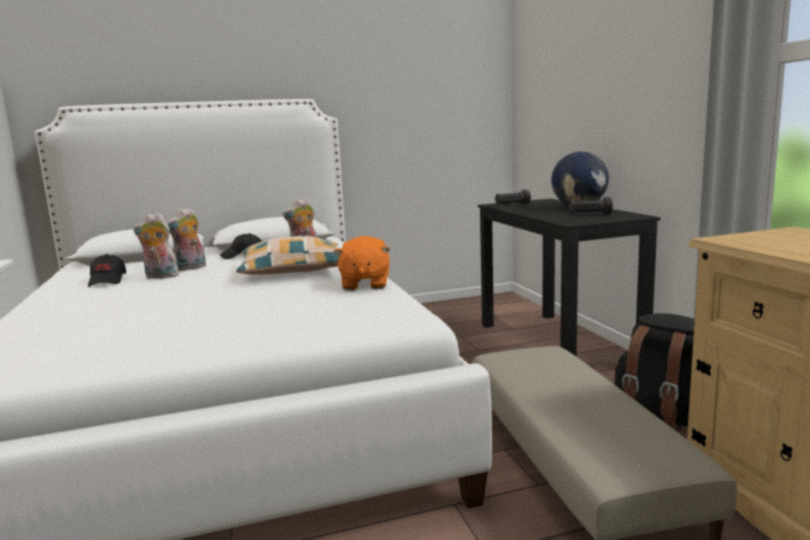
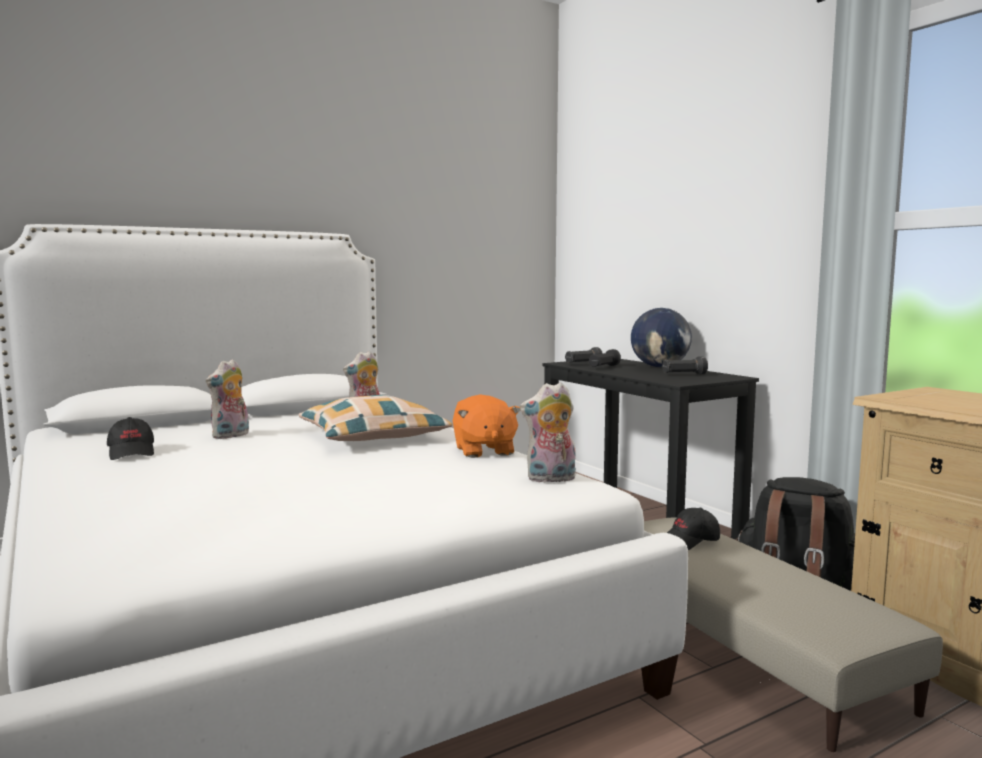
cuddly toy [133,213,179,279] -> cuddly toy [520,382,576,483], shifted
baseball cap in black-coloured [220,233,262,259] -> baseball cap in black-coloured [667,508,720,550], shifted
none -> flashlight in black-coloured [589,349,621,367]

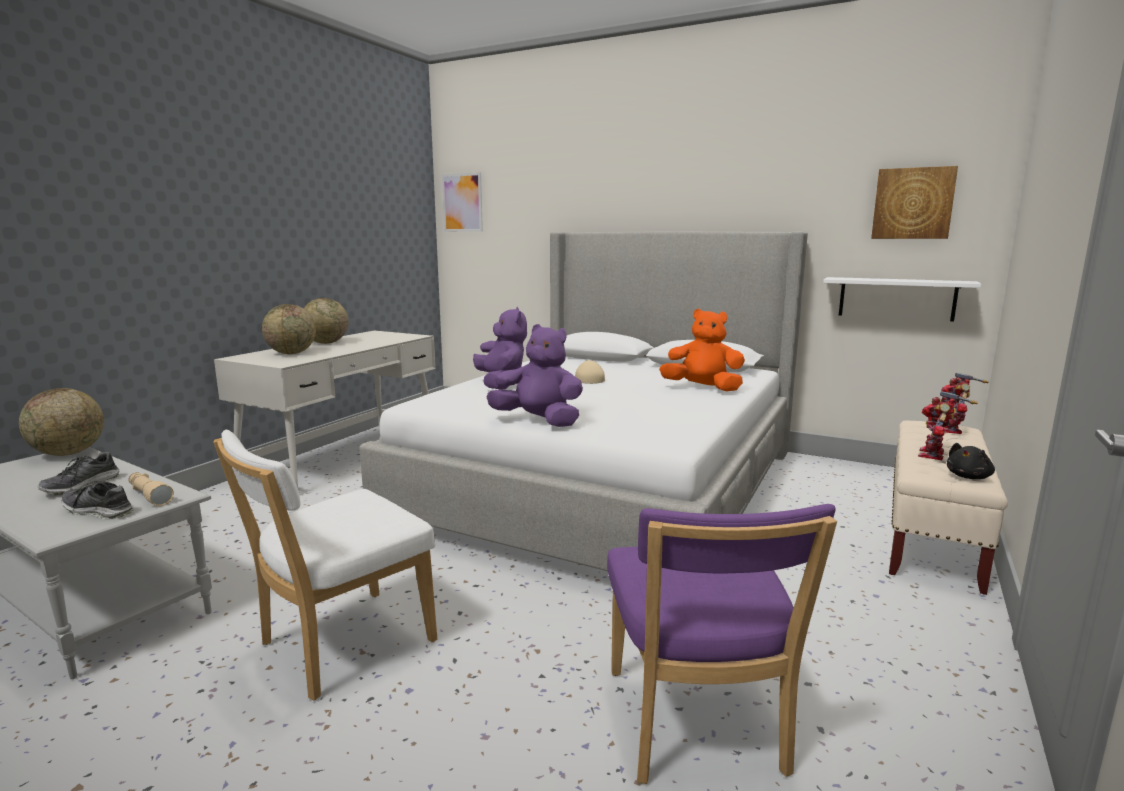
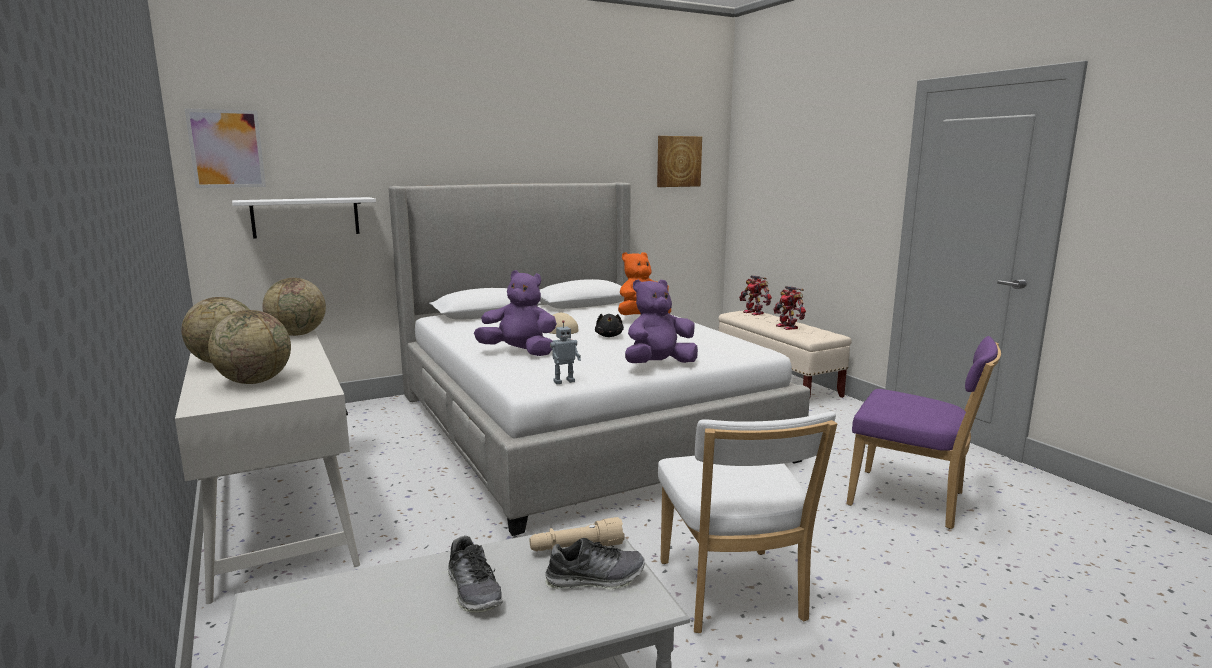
globe [19,388,104,456] -> globe [262,278,326,336], shifted
low shoe [61,481,134,519] -> low shoe [545,538,645,590], 150 degrees counterclockwise
wall shelf in white [823,277,981,321] -> wall shelf in white [232,197,376,239], shifted
cuddly toy in black-coloured [947,443,995,479] -> cuddly toy in black-coloured [595,314,624,337], shifted
none -> toy robot [550,320,581,384]

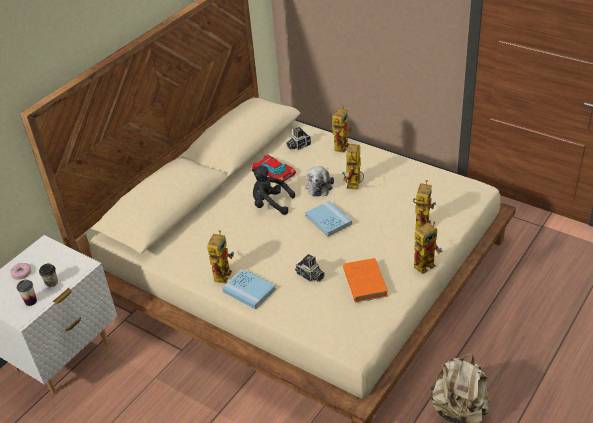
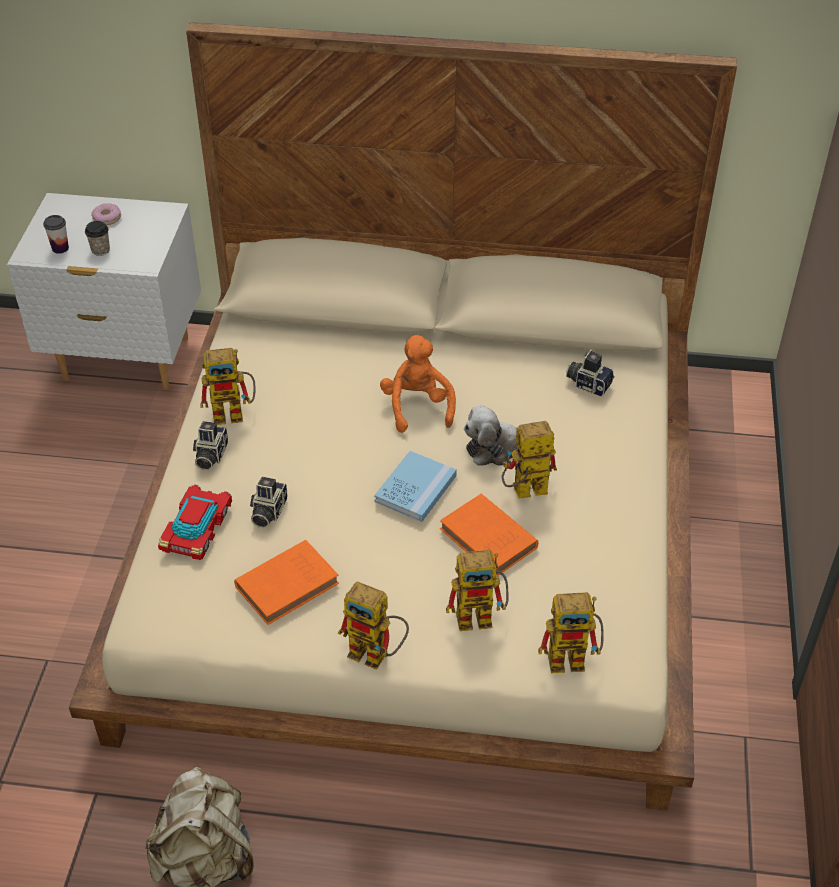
bound book in blue [222,269,276,309] -> still camera [193,421,228,470]
model car [252,155,296,182] -> model car [158,484,232,560], shifted
cuddly toy in black-coloured [252,166,295,215] -> cuddly toy in orange [380,335,456,433]
toy robot [333,105,353,153] -> toy robot [538,592,603,673], shifted
none -> bound book in orange [440,494,539,575]

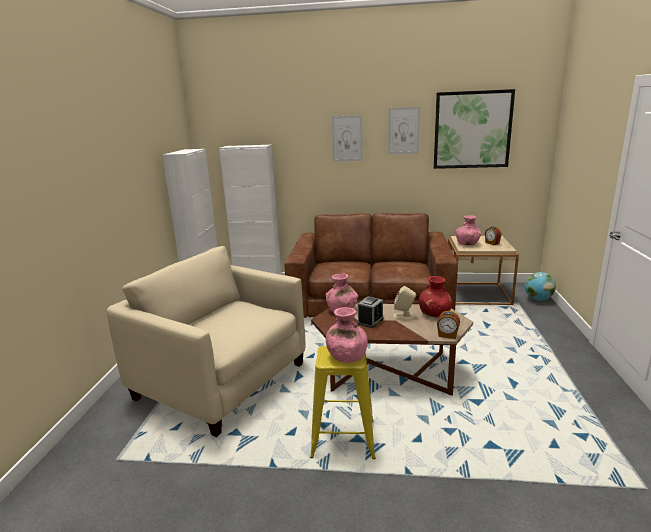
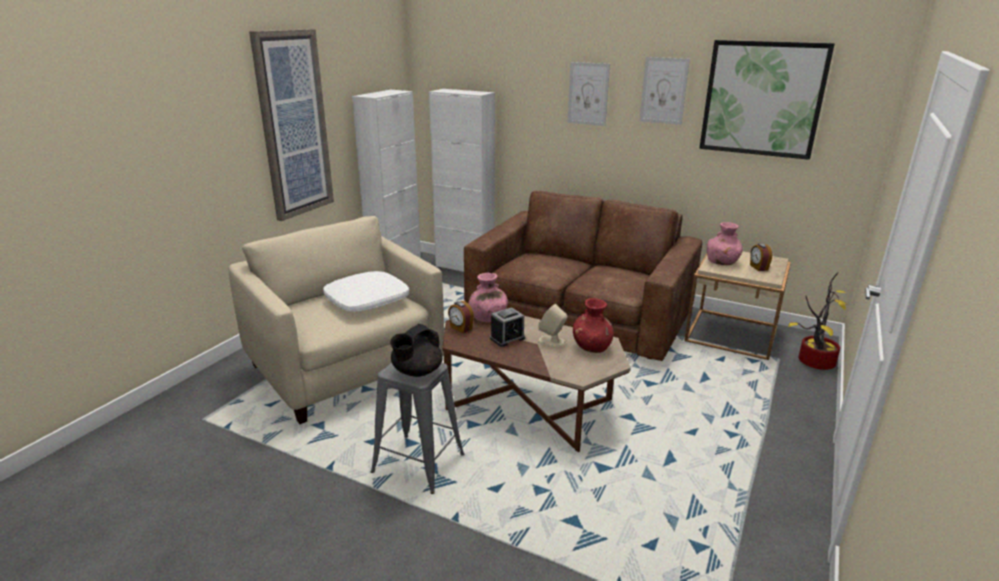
sitting stool in yellow [310,346,375,459] -> sitting stool in grey [371,362,465,494]
flower vase in pink-coloured [326,307,368,363] -> teapot in black-coloured [390,324,443,377]
table clock [437,311,460,339] -> table clock [448,301,474,333], shifted
globe [525,272,556,301] -> houseplant [788,272,848,370]
none -> wall art [249,29,334,221]
none -> pillow in white [323,271,409,312]

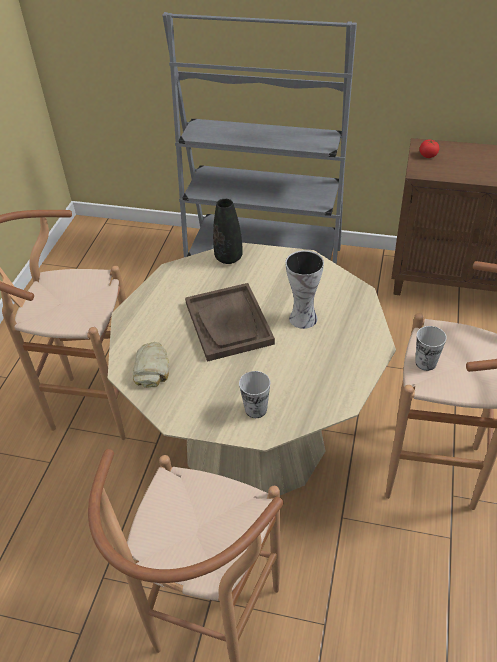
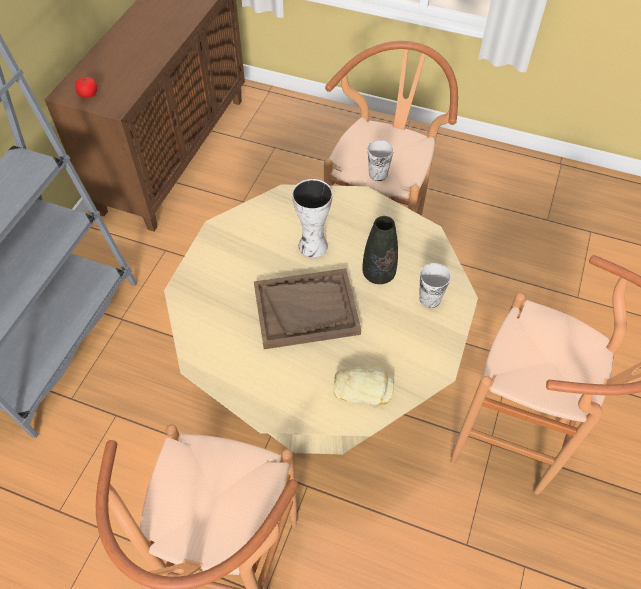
flower vase in black-coloured [213,199,243,264] -> flower vase in black-coloured [362,216,398,284], shifted

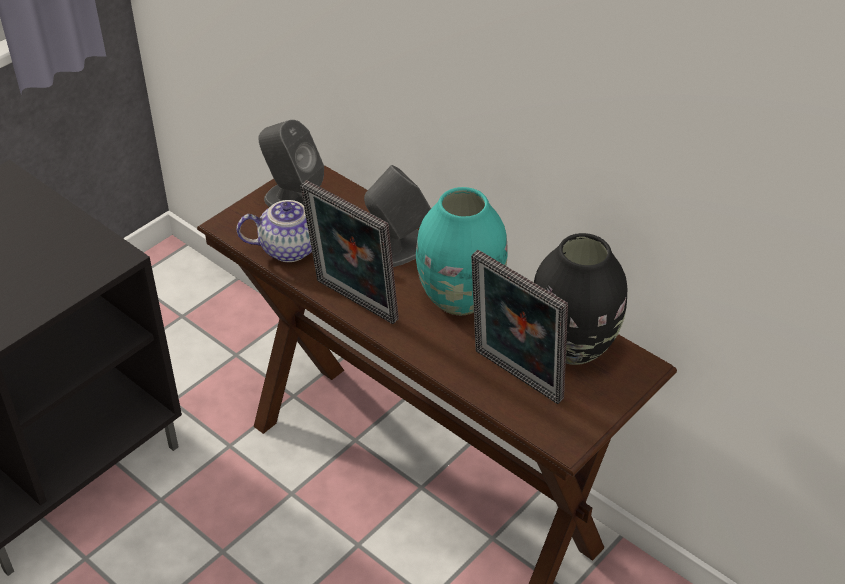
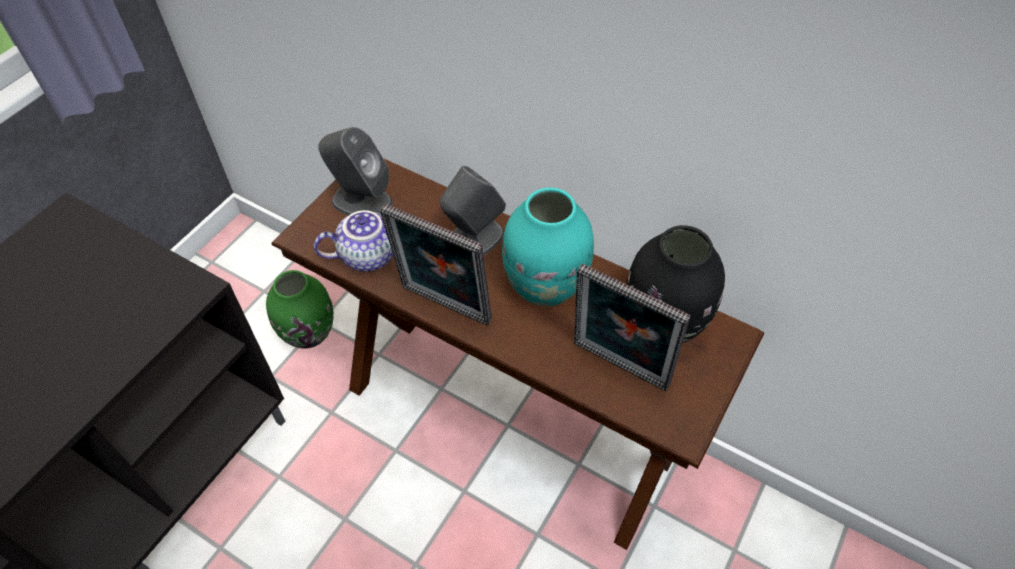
none -> flower vase in green-coloured [266,270,334,349]

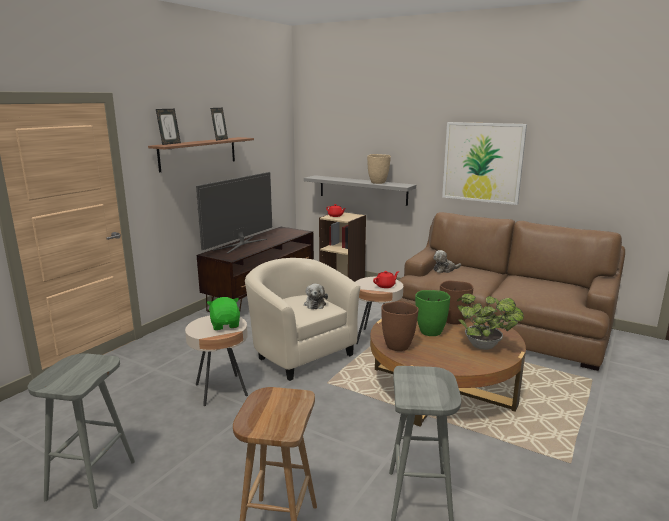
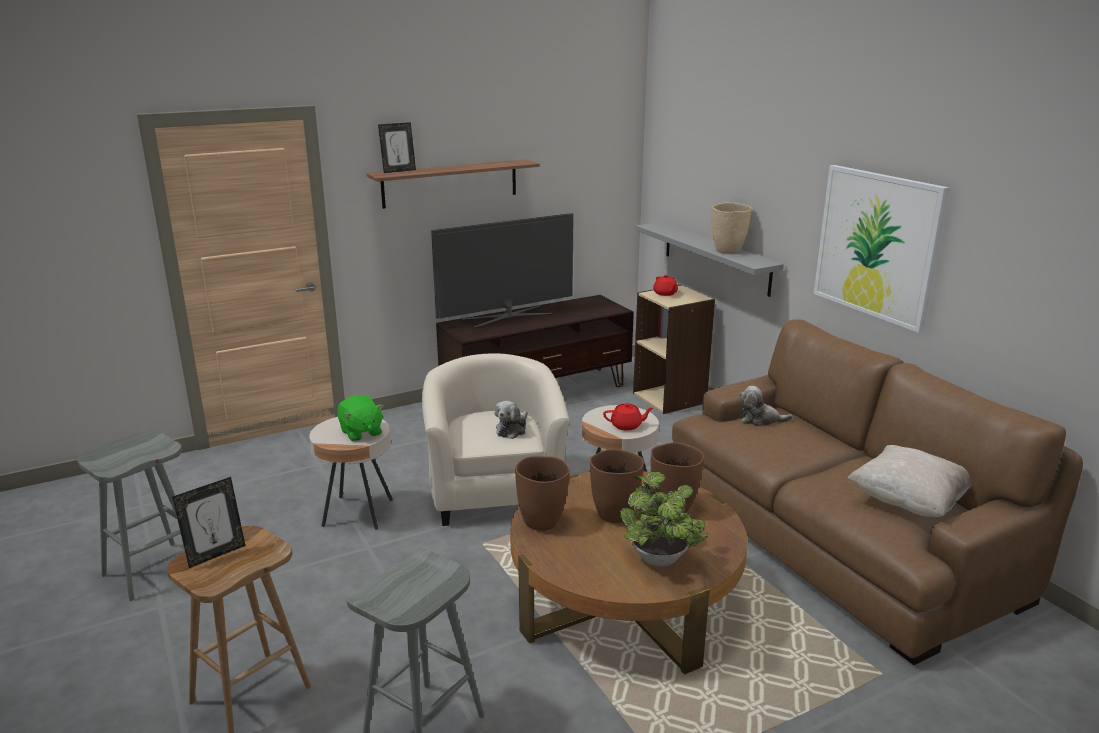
cuddly toy in green-coloured [207,297,240,330] -> cuddly toy in green-coloured [337,395,384,441], 135 degrees clockwise
photo frame [210,108,228,141] -> photo frame [172,477,245,568], shifted
flower vase in green-coloured [415,290,450,336] -> flower vase in brown-coloured [590,449,644,523]
none -> pillow in beige-coloured [847,445,971,517]

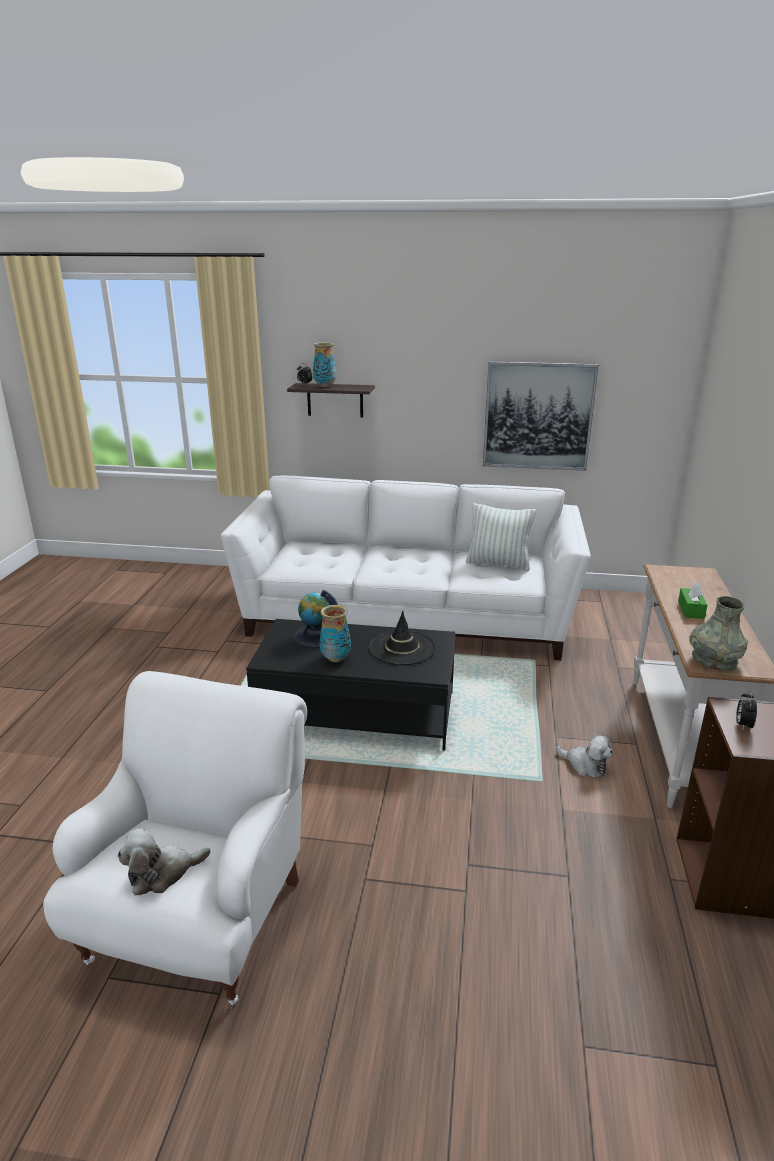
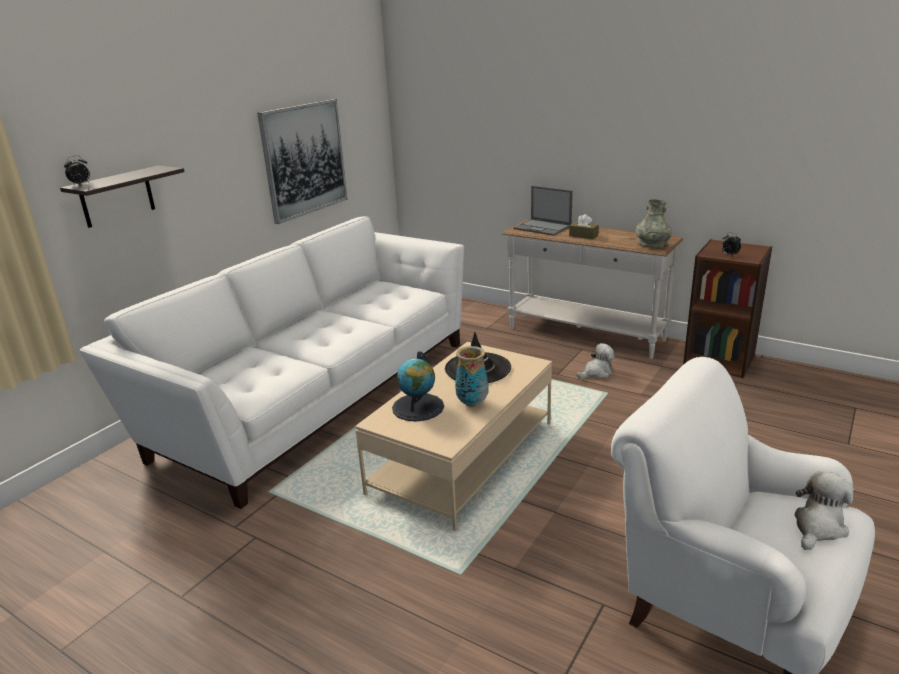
cuddly toy [118,828,211,895] -> cuddly toy [794,471,854,550], 135 degrees counterclockwise
lounge table in black-coloured [246,619,455,750] -> lounge table in beige-coloured [355,342,552,531]
flower vase [313,342,336,387] -> none
pillow [466,503,536,571] -> none
tissue box in green-coloured [678,582,708,619] -> tissue box in brown-coloured [569,214,599,239]
none -> notebook computer [513,186,573,236]

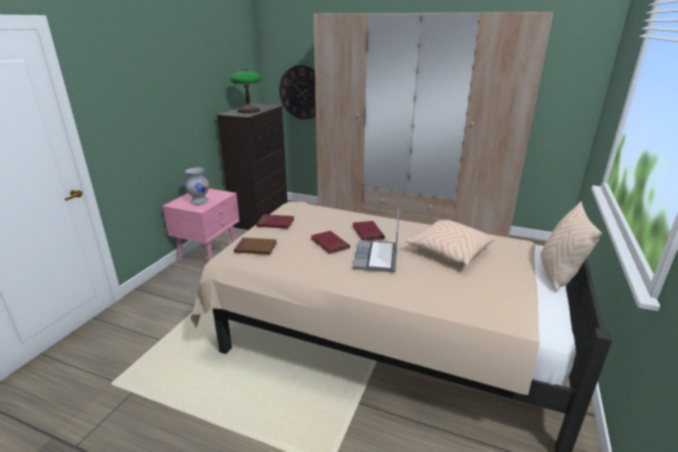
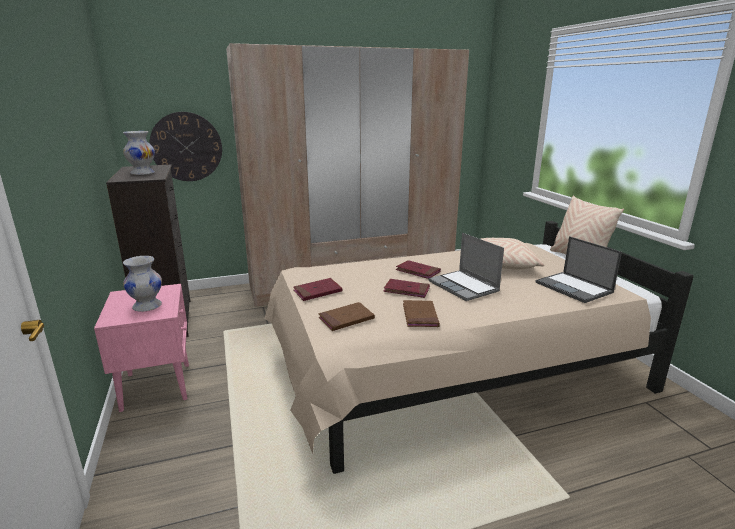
table lamp [230,70,261,113] -> flower vase in white [123,131,155,175]
none -> bound book in brown-coloured [403,300,440,327]
none -> notebook computer [535,236,622,303]

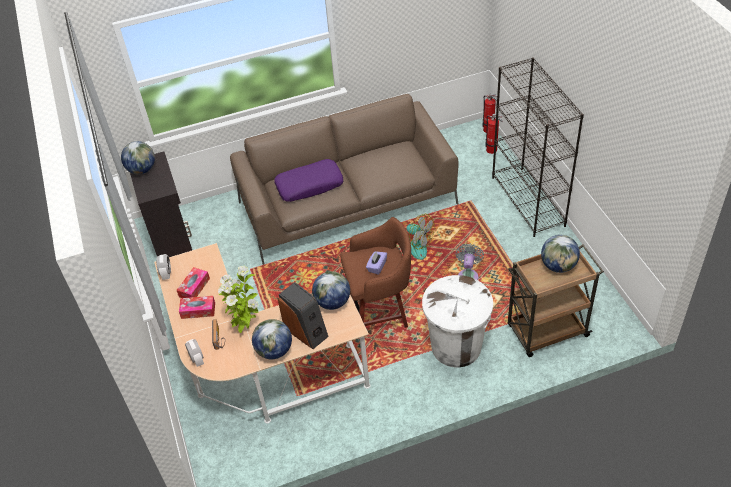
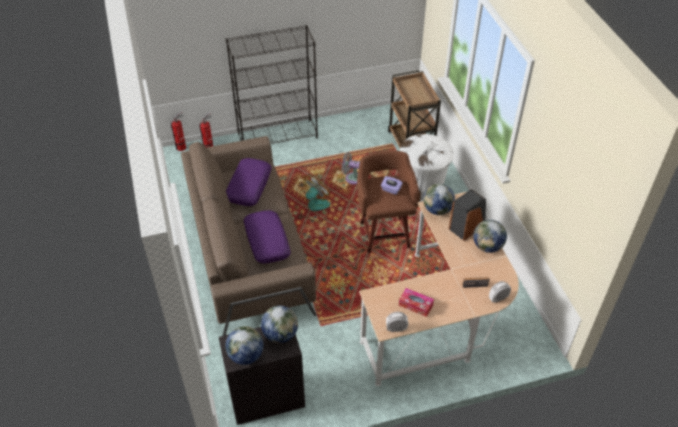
tissue box [179,296,215,319] -> none
houseplant [218,266,259,333] -> none
globe [541,235,580,273] -> globe [261,306,298,343], shifted
none -> pillow in purplish [226,158,272,206]

